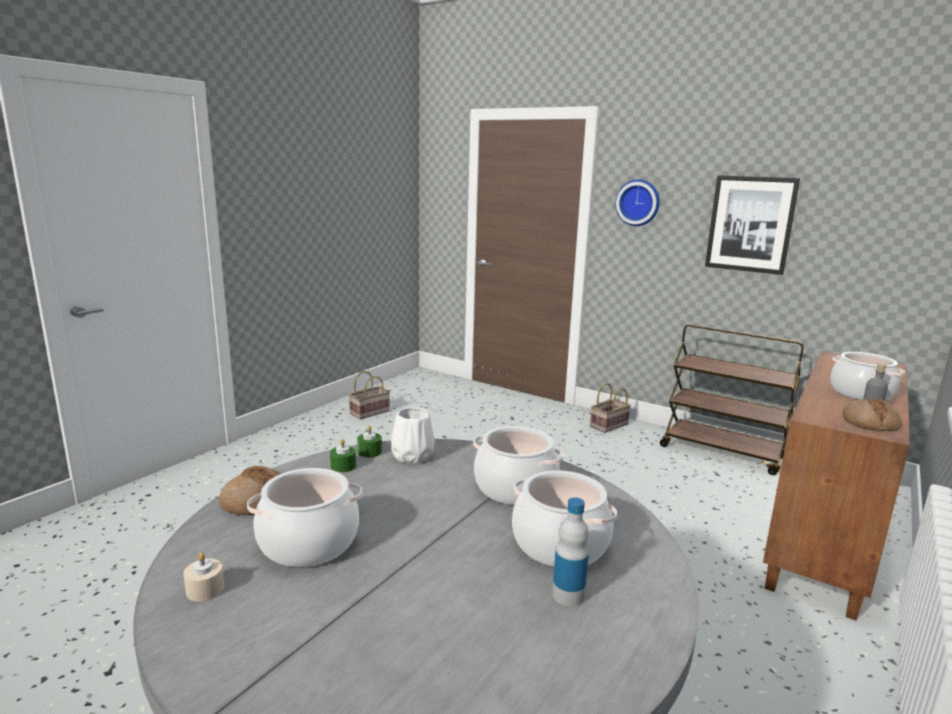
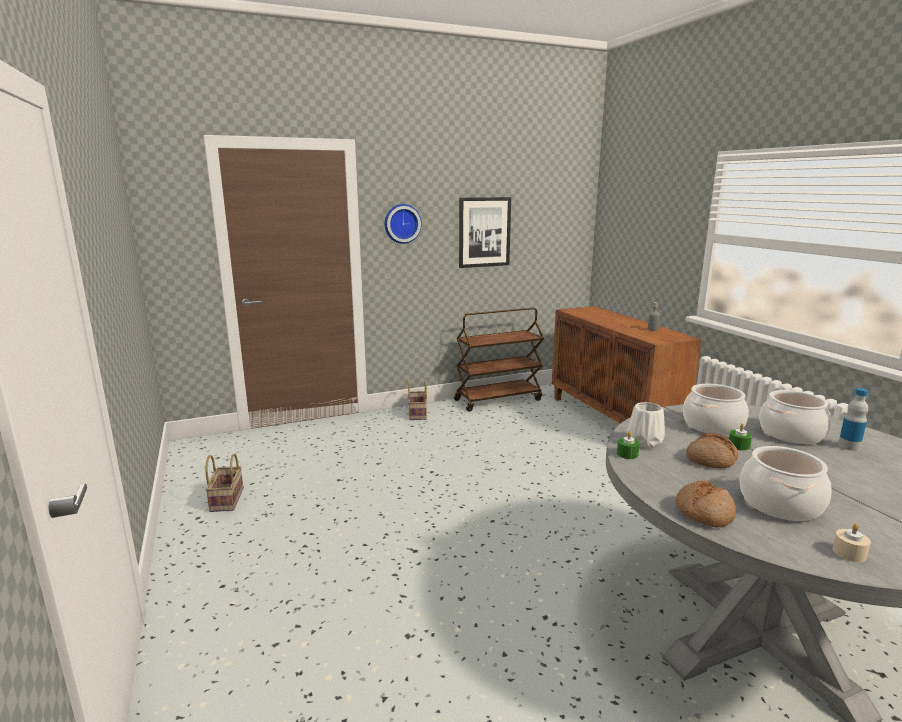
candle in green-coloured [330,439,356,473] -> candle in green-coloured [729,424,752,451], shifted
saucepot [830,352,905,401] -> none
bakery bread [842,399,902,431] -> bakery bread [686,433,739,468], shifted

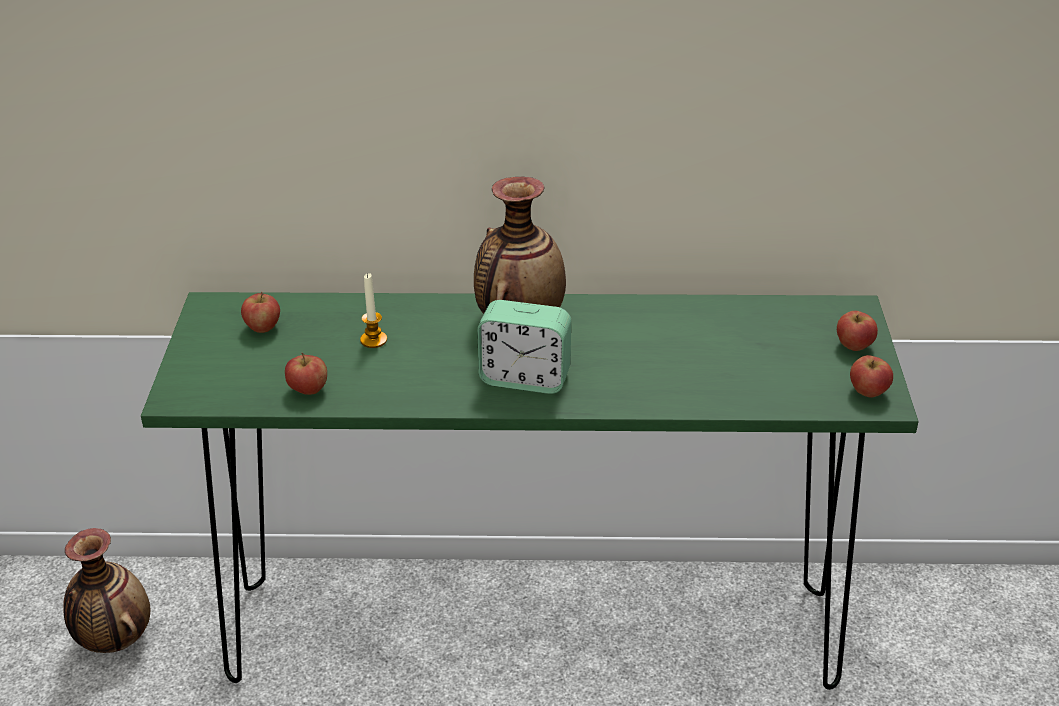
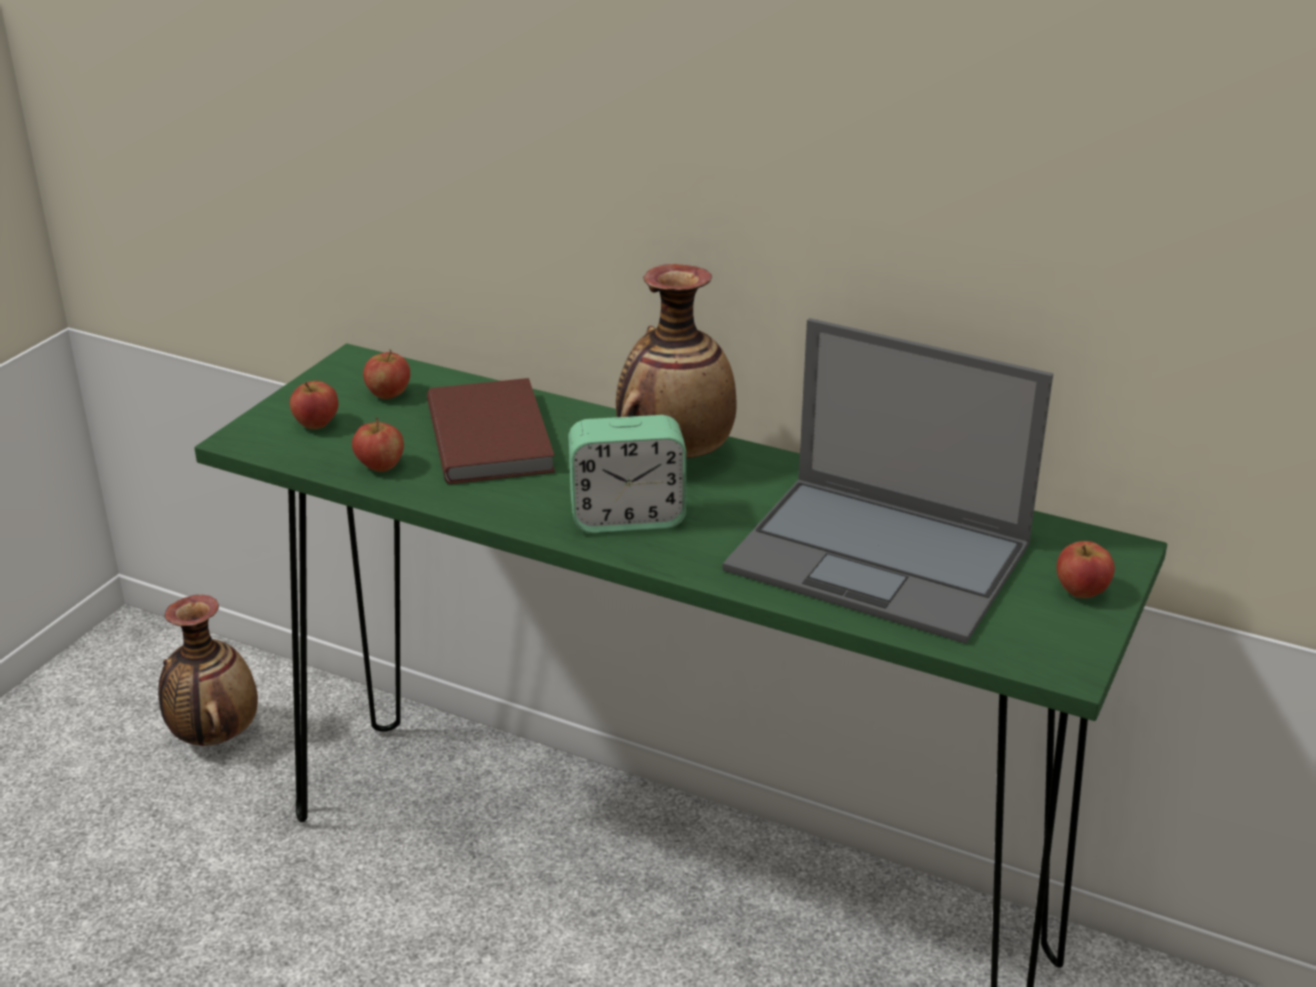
candle [360,273,387,348] -> bound book in brown-coloured [427,378,555,484]
table clock [477,300,571,394] -> table clock [569,415,686,533], 45 degrees counterclockwise
whole apple [850,355,893,398] -> whole apple [290,381,338,429], shifted
none -> notebook computer [723,318,1053,644]

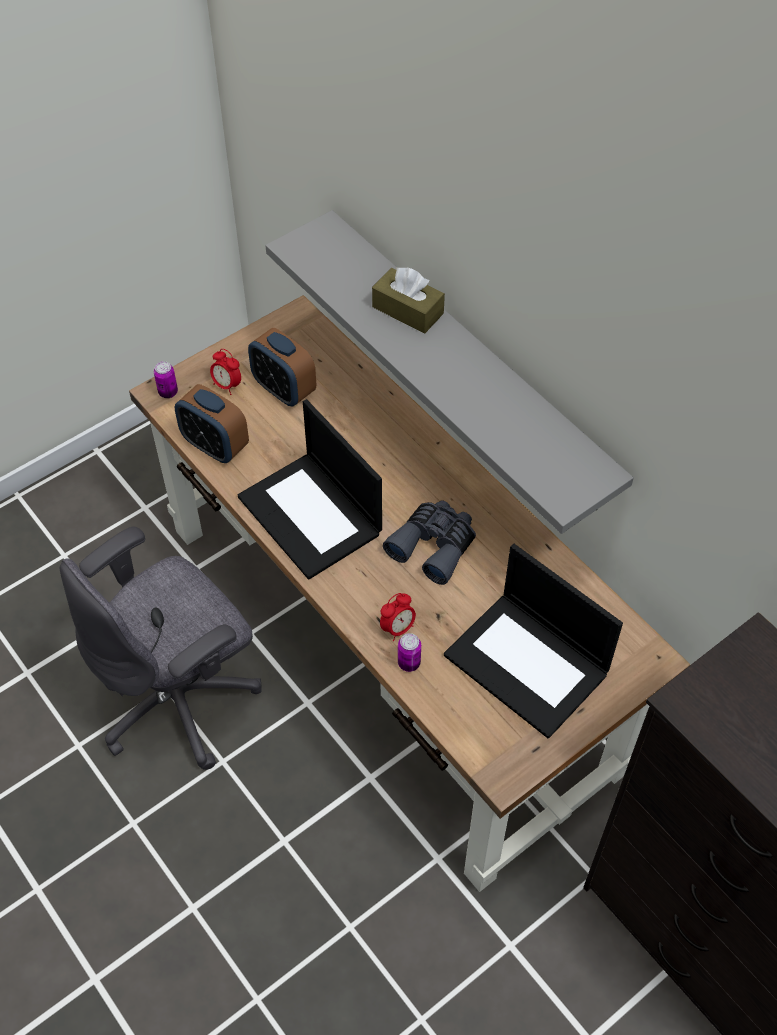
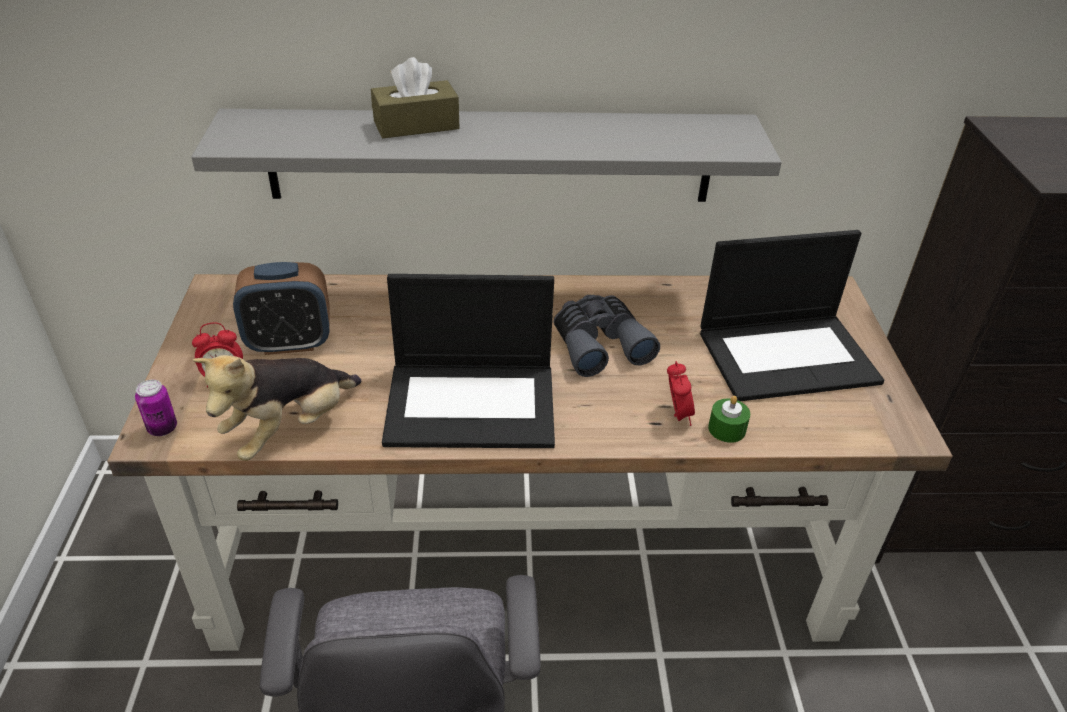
table clock [175,384,249,463] -> cuddly toy [193,355,361,461]
sealed can [398,633,421,672] -> candle in green-coloured [708,396,750,443]

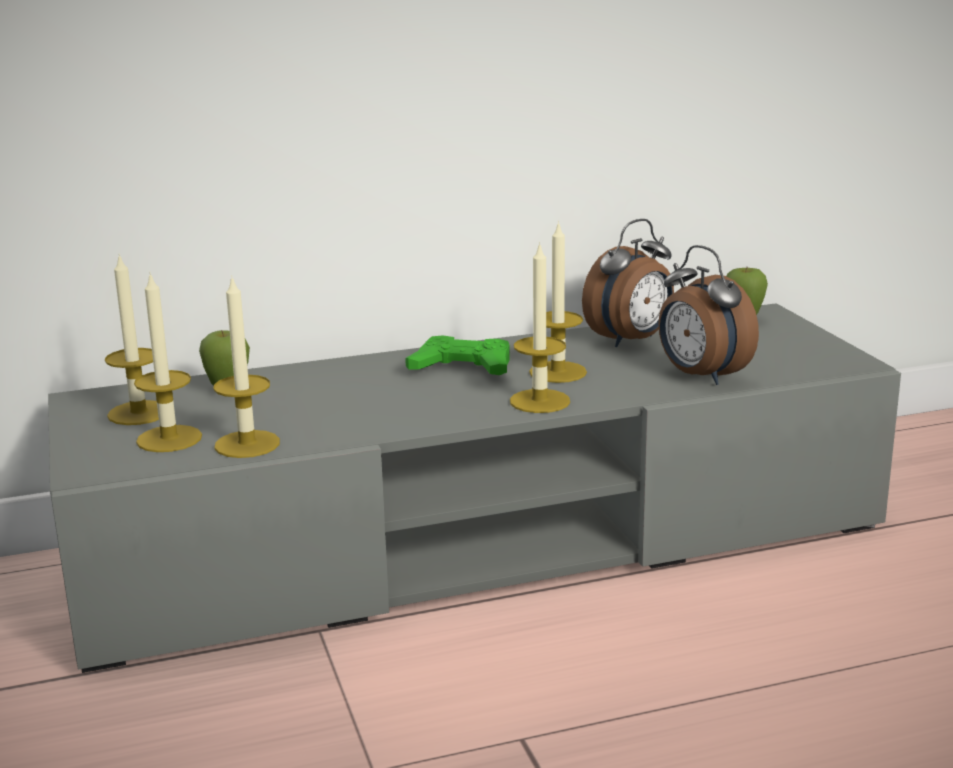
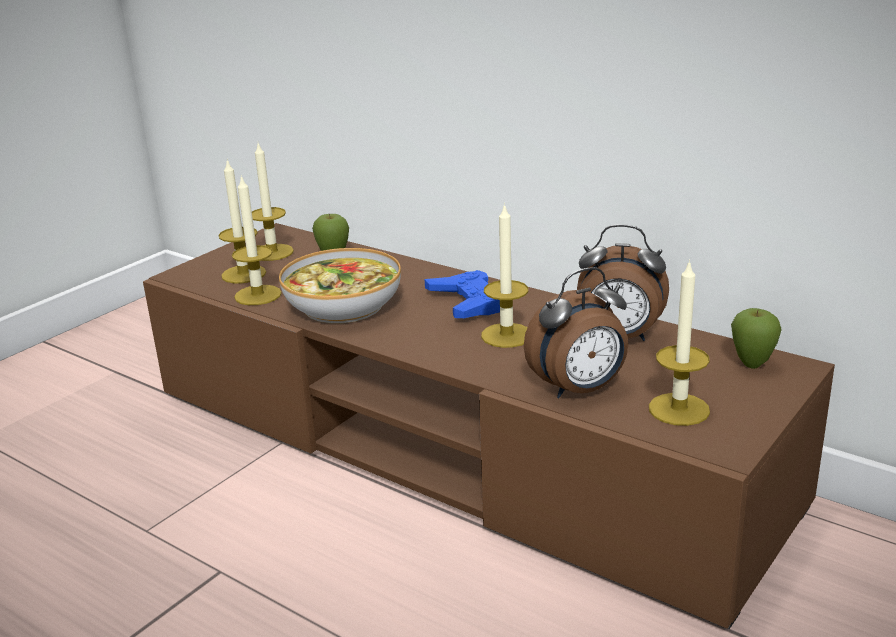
tv unit in grey [48,303,901,673] -> tv unit in brown-coloured [143,223,835,629]
gamepad in green-coloured [405,335,510,375] -> gamepad in blue [425,270,500,318]
candle [510,242,570,413] -> candle [649,259,710,426], shifted
table clock [658,245,759,385] -> table clock [524,267,628,398], 135 degrees counterclockwise
none -> serving bowl [279,248,401,323]

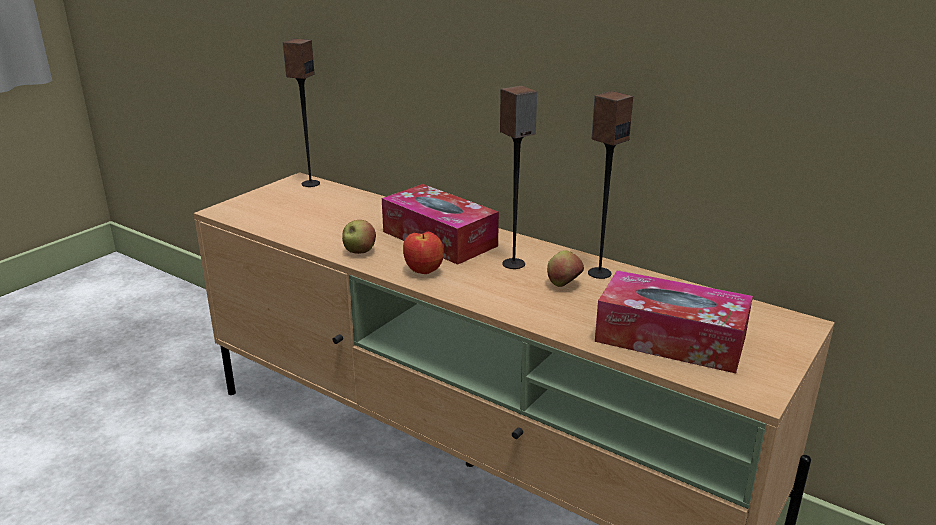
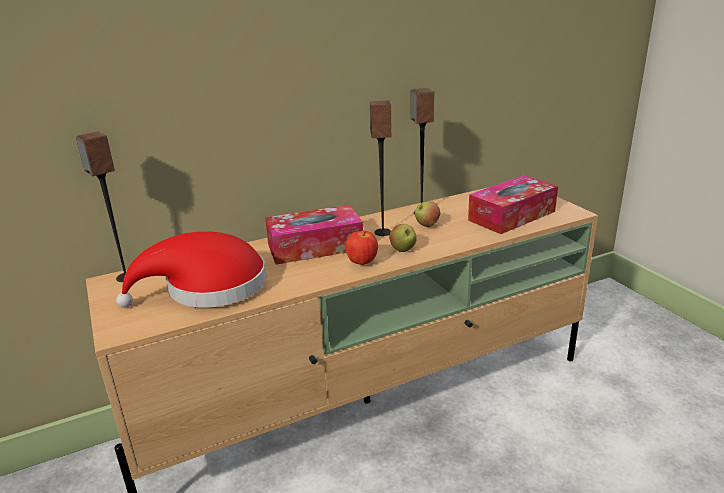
whole apple [342,220,376,254] -> whole apple [389,224,417,252], shifted
none -> clothing hat in red-coloured [116,231,267,308]

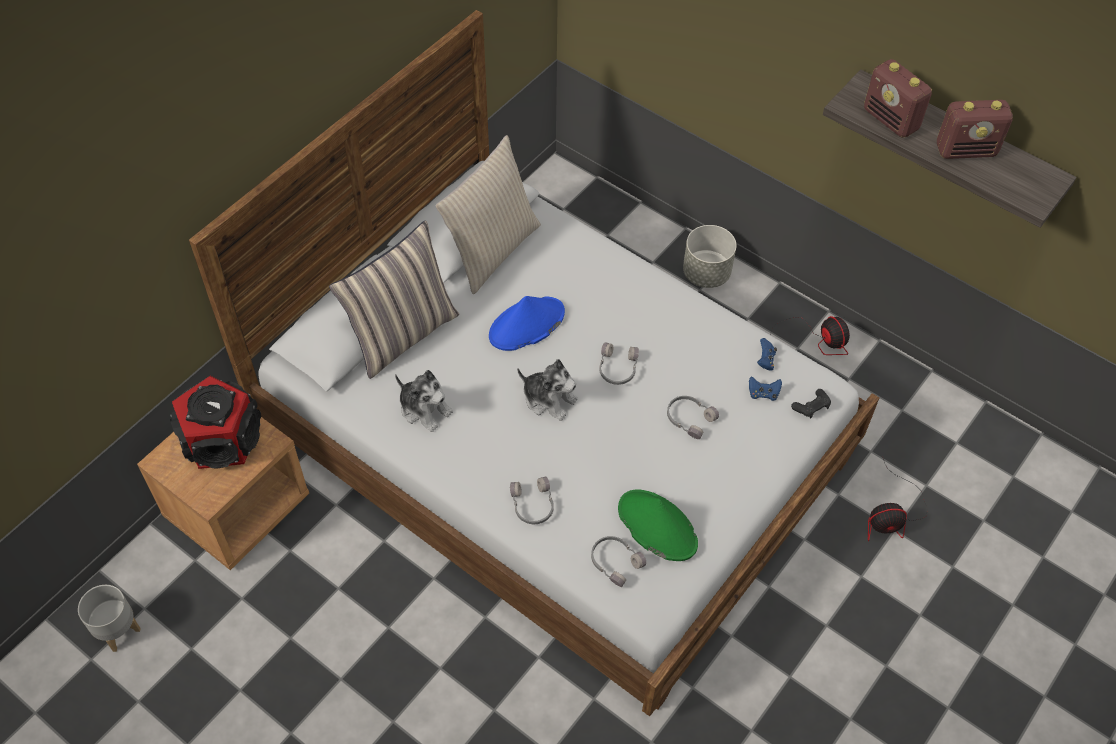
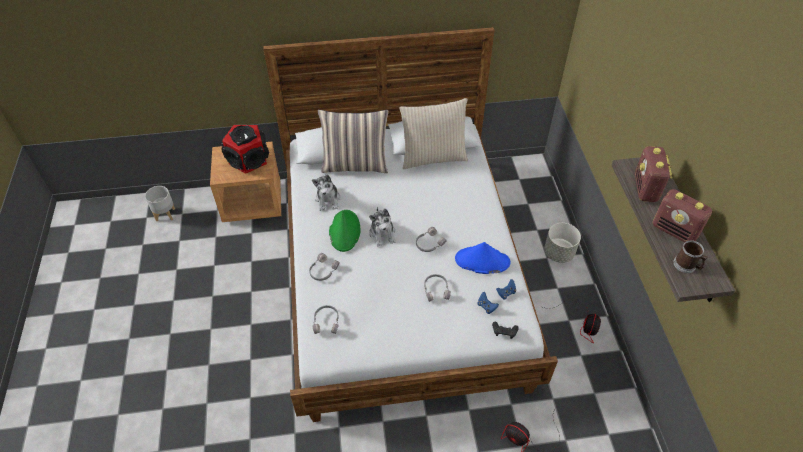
clothing hat in blue [489,296,565,351] -> clothing hat in blue [455,242,511,274], shifted
clothing hat in green-coloured [618,489,698,561] -> clothing hat in green-coloured [329,210,361,252], shifted
none -> tea mug [673,240,708,273]

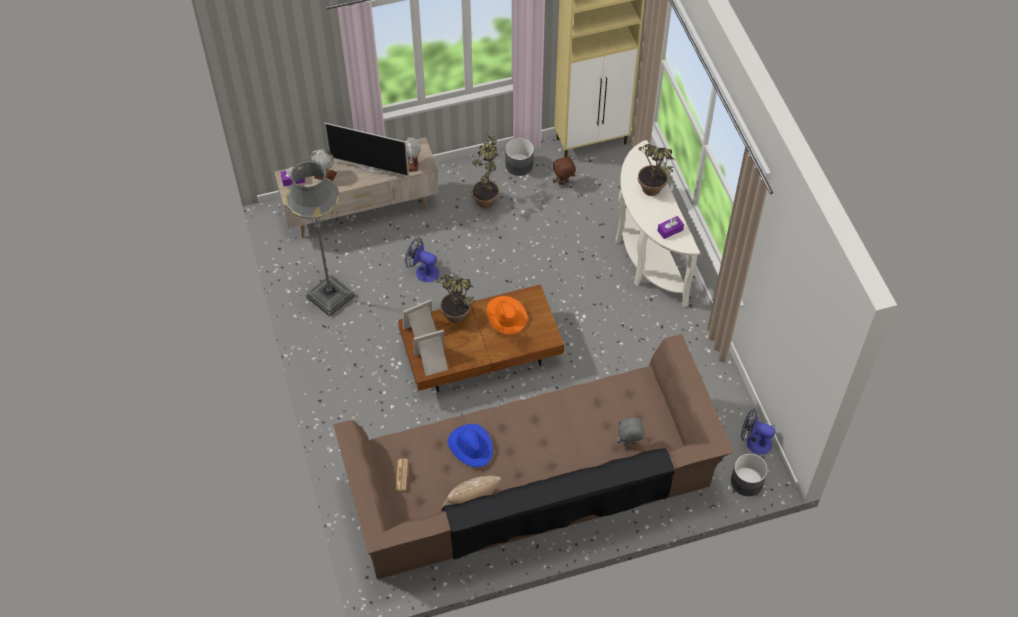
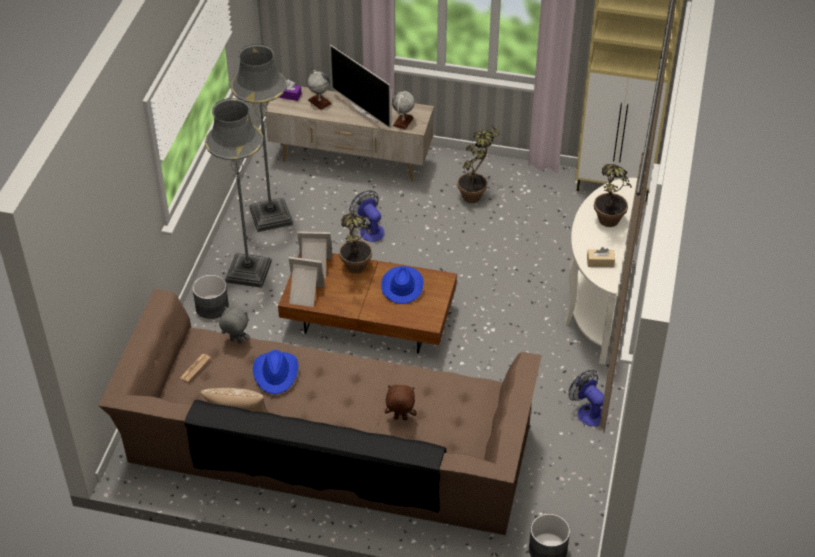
clothing hat in orange [486,296,528,335] -> clothing hat in blue [381,266,424,304]
flower pot in grey [505,138,534,176] -> flower pot in grey [193,275,229,319], shifted
cuddly toy in brown-coloured [553,156,576,185] -> cuddly toy in brown-coloured [385,385,417,420], shifted
cuddly toy in grey [616,417,644,446] -> cuddly toy in grey [219,306,250,344], shifted
tissue box in purplish [657,216,684,239] -> tissue box in beige-coloured [587,247,615,267]
fan [741,408,776,455] -> fan [569,370,604,427], shifted
none -> floor lamp in grey [205,98,272,288]

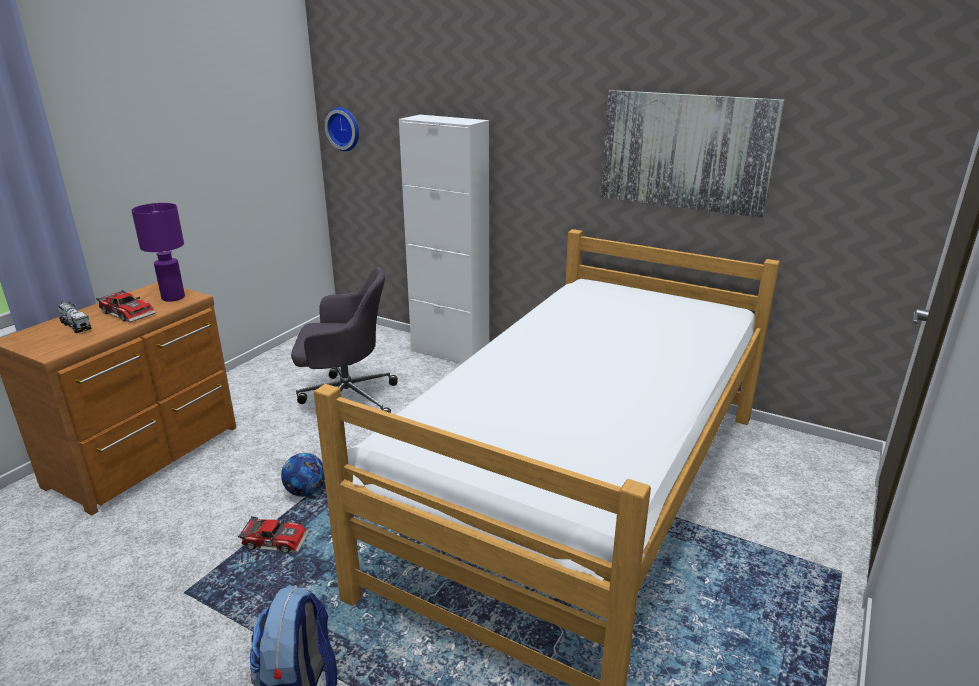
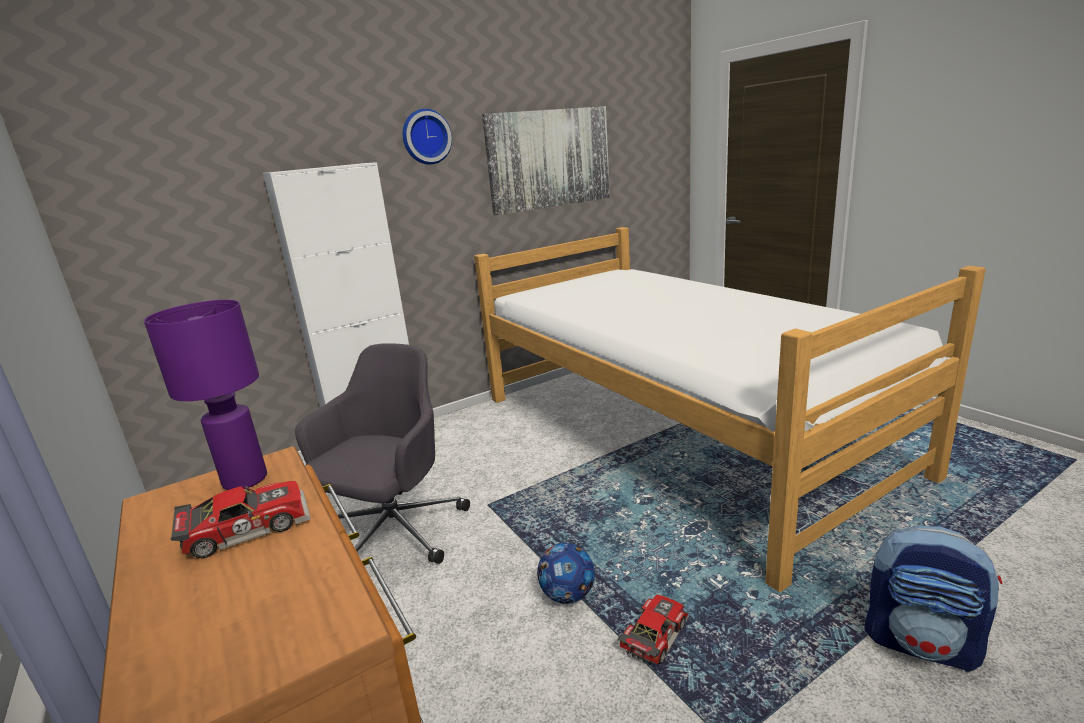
toy lorry [58,301,92,333] -> none
wall clock [325,107,359,151] -> wall clock [403,109,452,165], shifted

